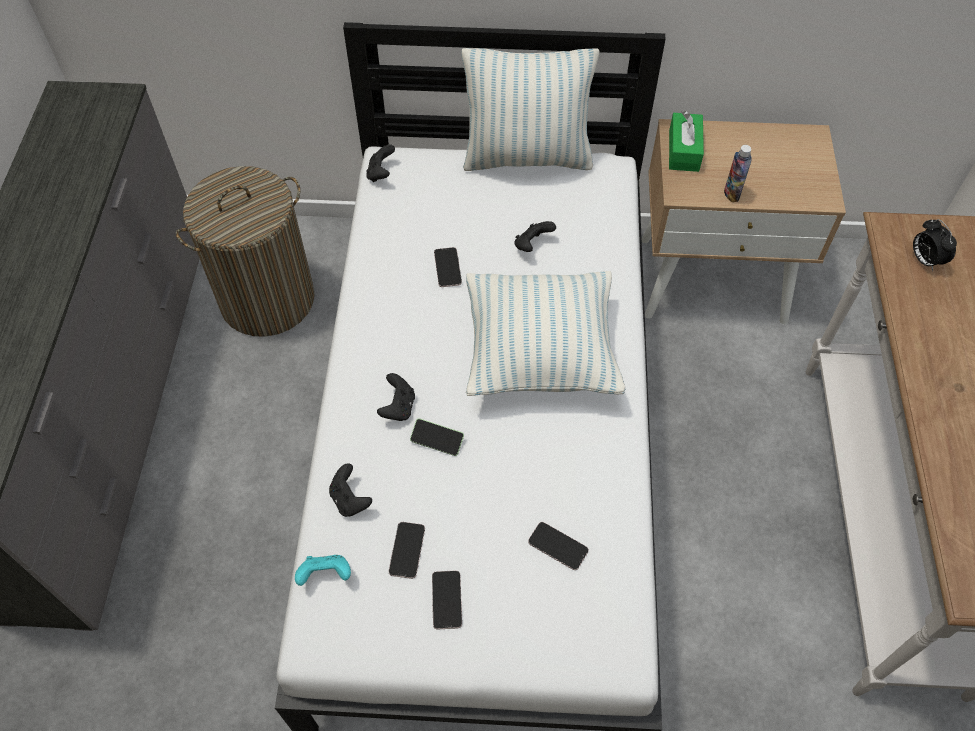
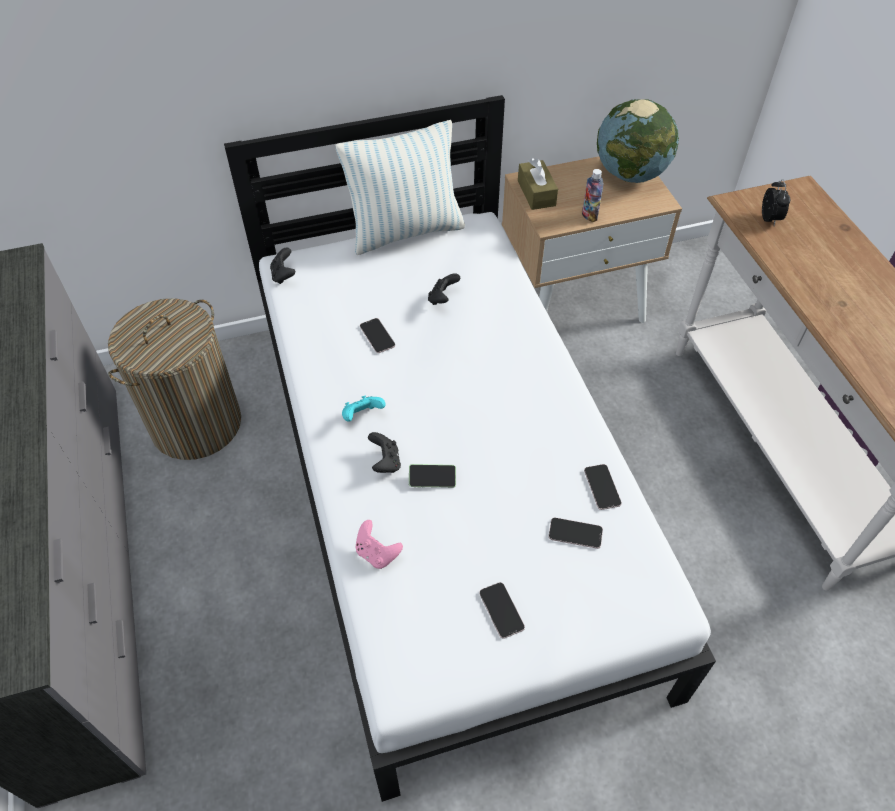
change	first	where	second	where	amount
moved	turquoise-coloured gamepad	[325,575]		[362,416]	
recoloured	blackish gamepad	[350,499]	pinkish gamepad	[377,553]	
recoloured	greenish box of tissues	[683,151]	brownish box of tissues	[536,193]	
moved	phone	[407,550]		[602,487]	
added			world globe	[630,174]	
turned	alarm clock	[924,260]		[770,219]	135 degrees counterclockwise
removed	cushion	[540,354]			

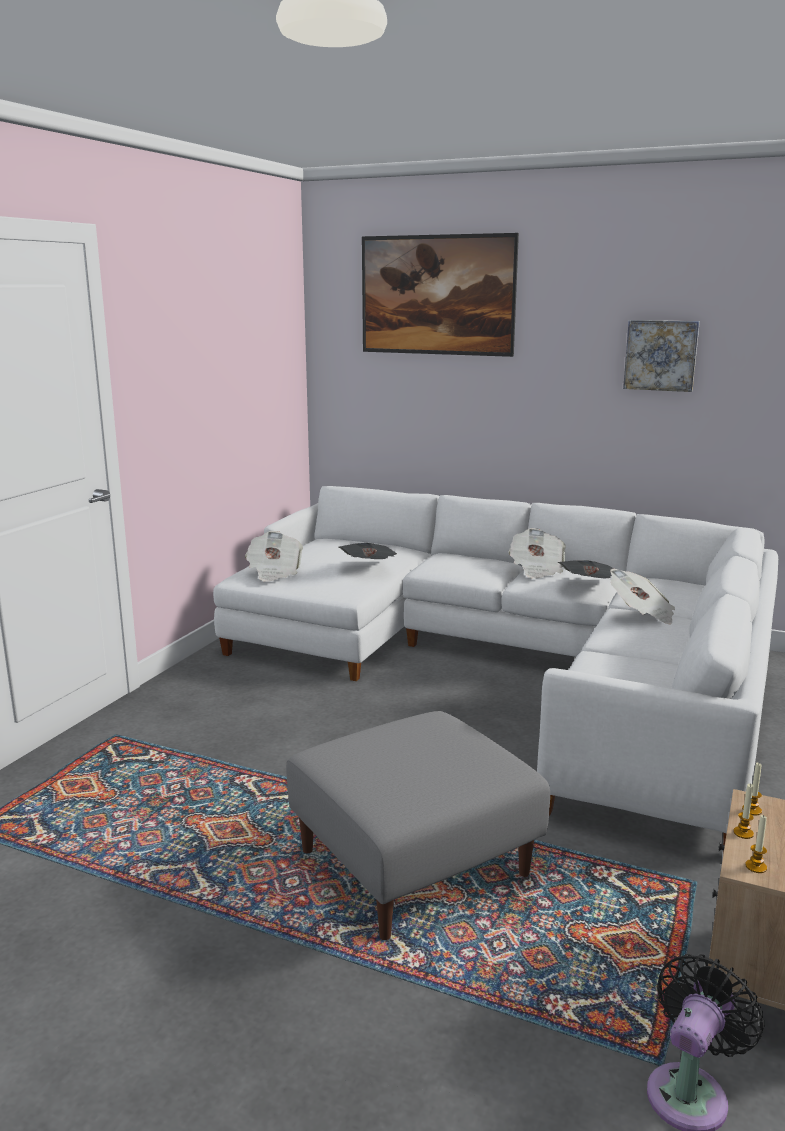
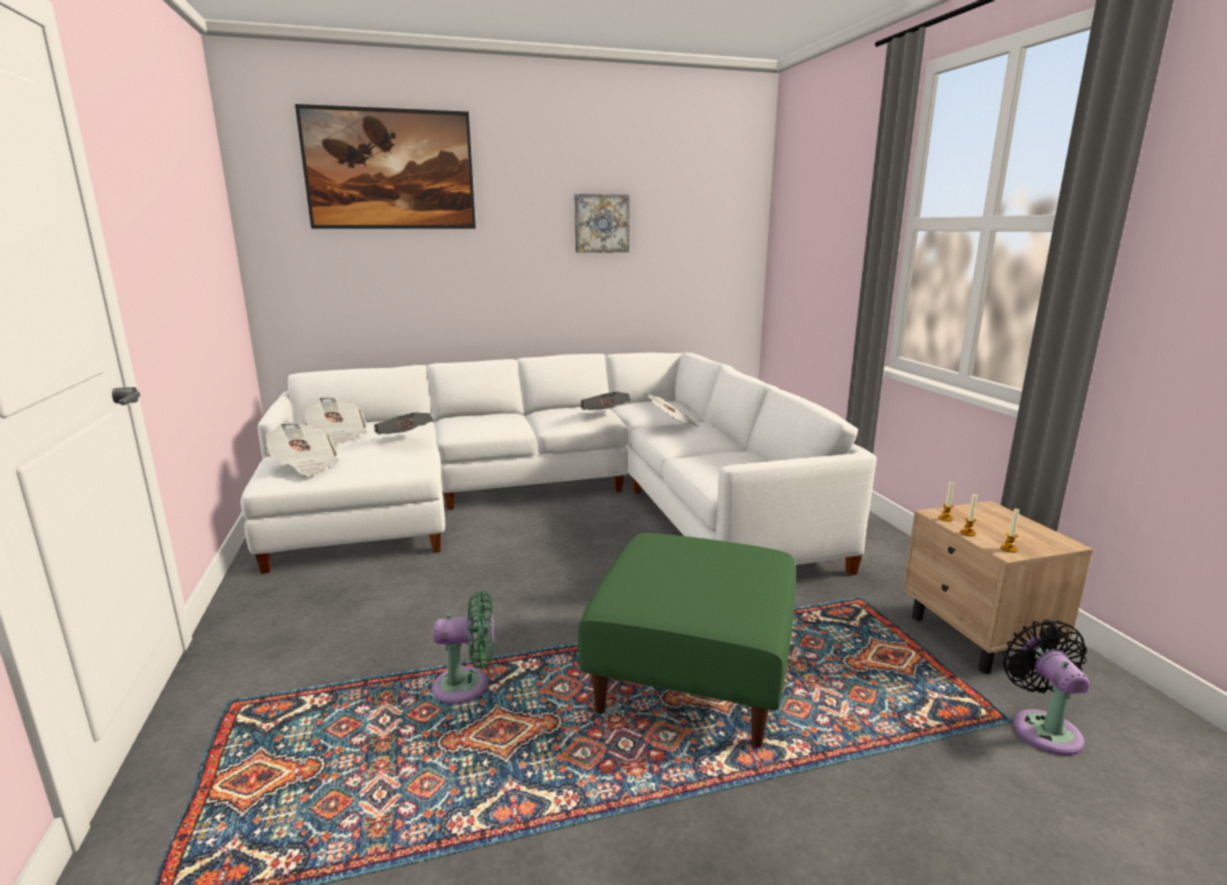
change	first	where	second	where	amount
moved	printed paper	[536,569]		[338,435]	
added			greenish cooling fan	[467,686]	
recoloured	gray pouffe	[414,864]	greenish pouffe	[693,675]	

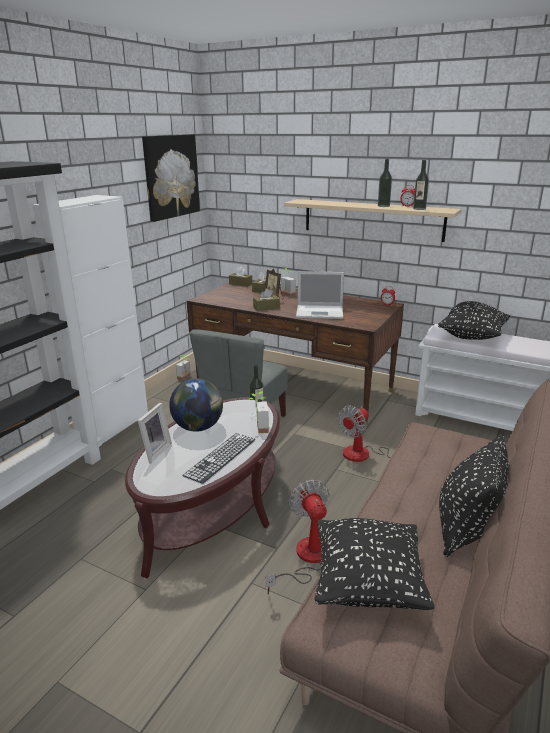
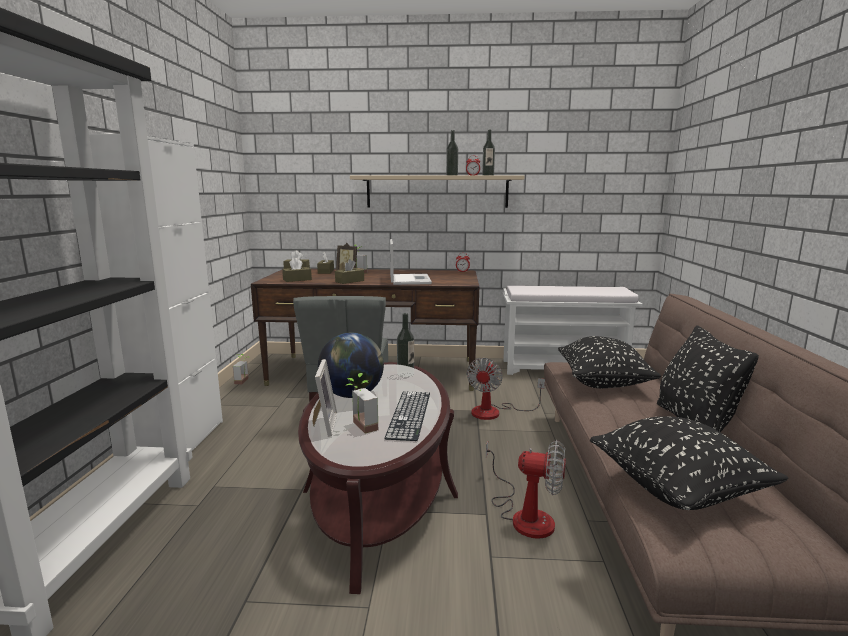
change	first	where	second	where	amount
added			brownish box of tissues	[297,280]	
moved	plant in a pot	[258,428]		[359,427]	
turned	laptop	[320,312]		[409,280]	75 degrees counterclockwise
turned	cooling fan	[306,558]		[524,515]	150 degrees clockwise
moved	blackish cushion	[472,336]		[603,383]	
removed	wall art	[171,176]			

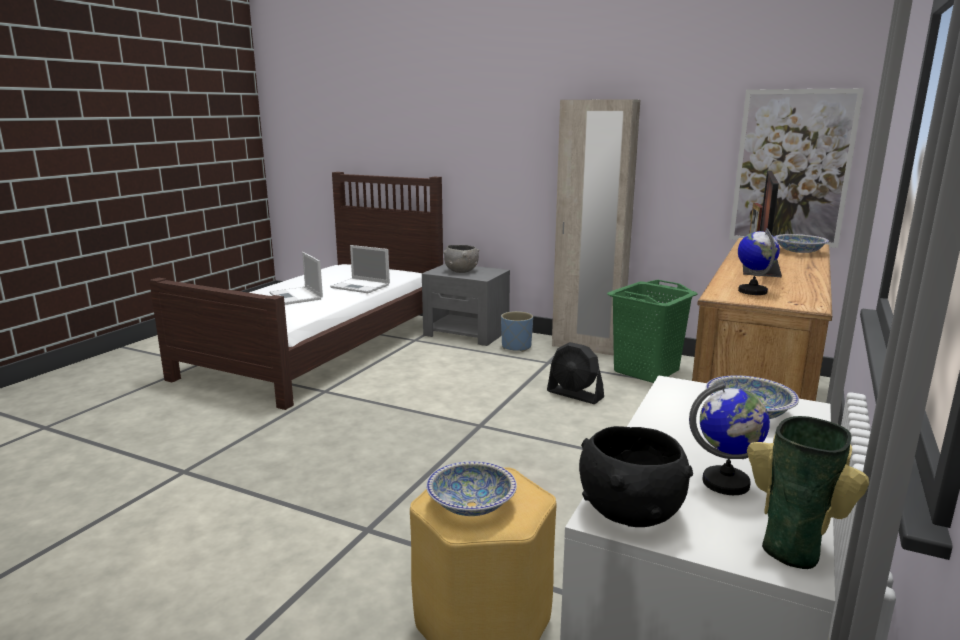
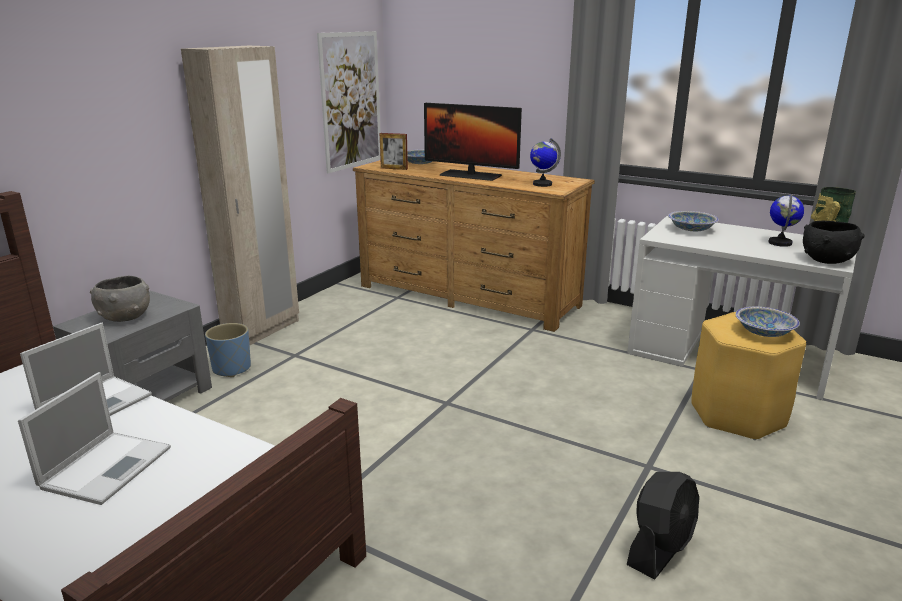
change	first	where	second	where	amount
turned	laptop	[296,296]		[108,466]	45 degrees counterclockwise
moved	blackish cooling fan	[575,395]		[660,548]	
removed	greenish hamper	[646,371]			

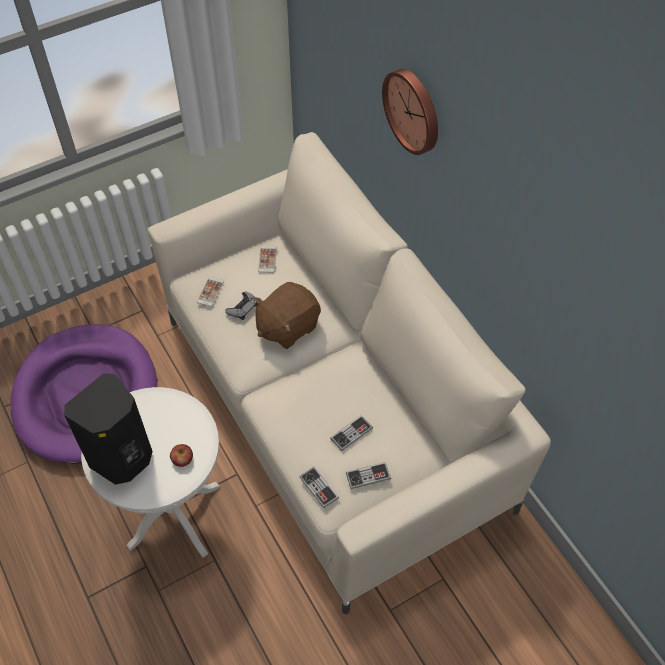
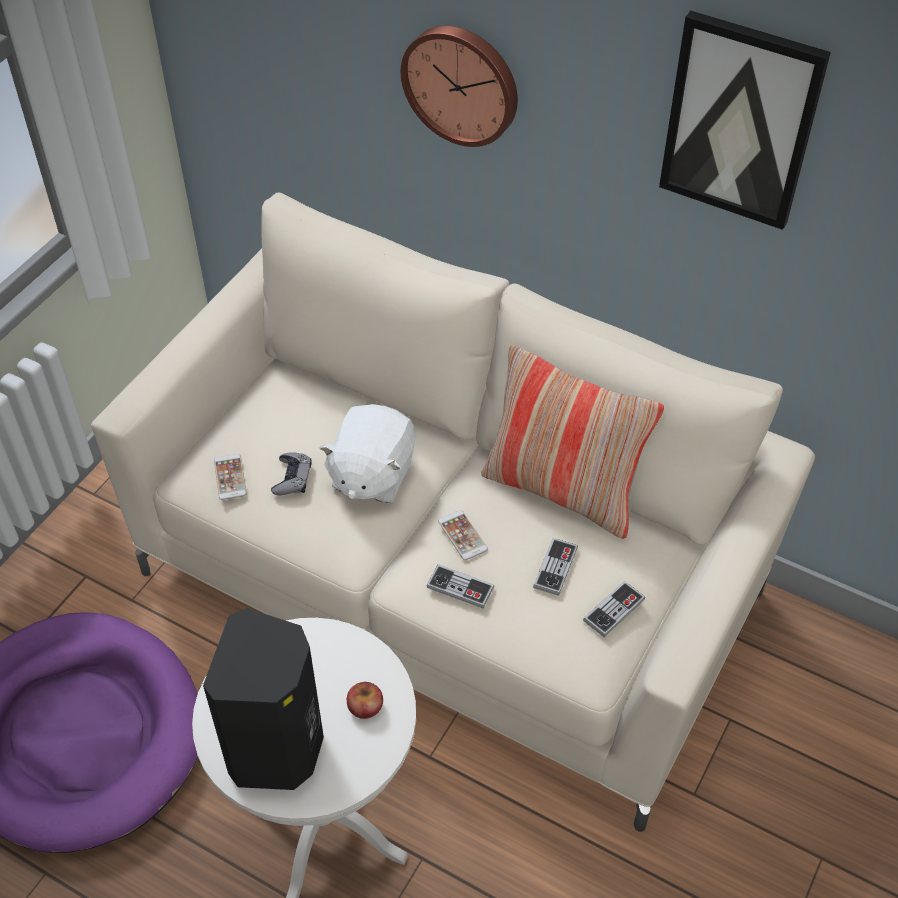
change	first	where	second	where	amount
recoloured	brownish soft toy	[287,326]	white soft toy	[371,474]	
moved	gamepad	[319,488]		[460,587]	
moved	phone	[267,259]		[462,535]	
added			cushion	[562,490]	
added			wall art	[741,121]	

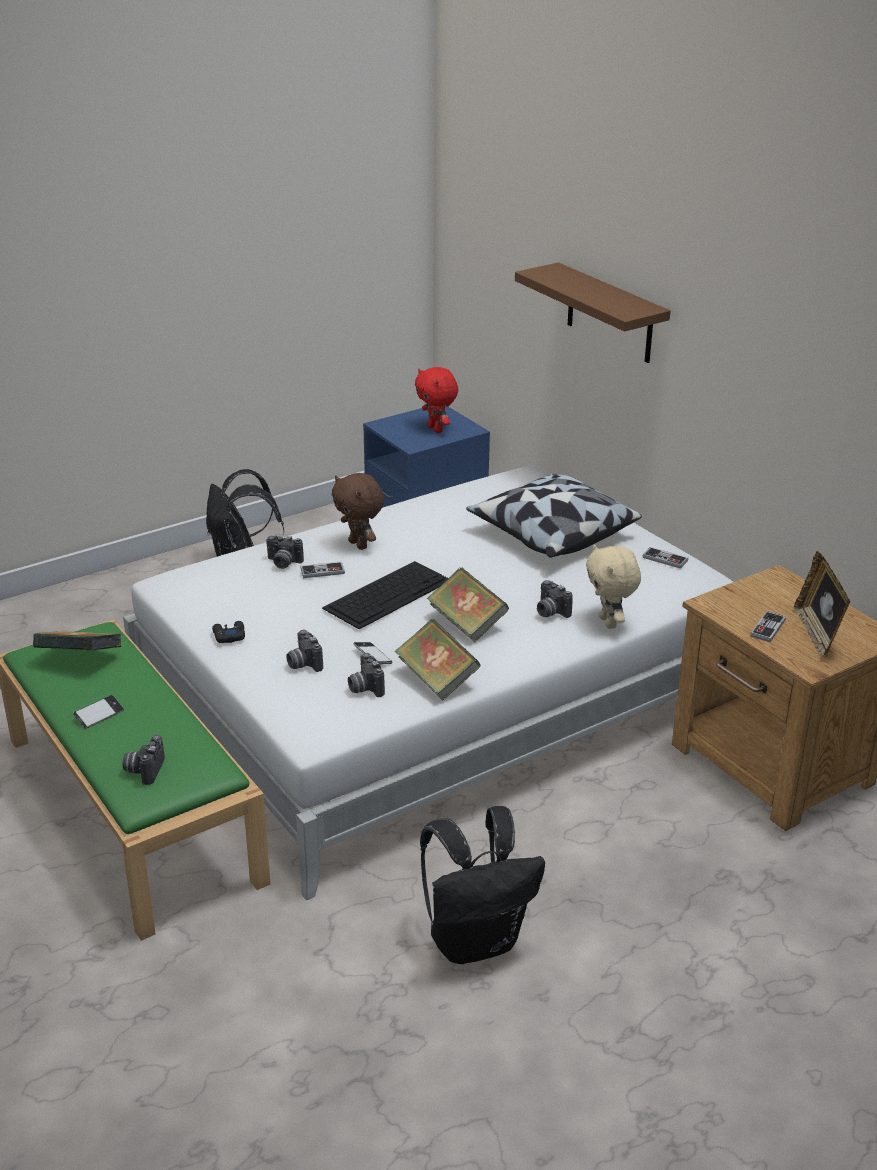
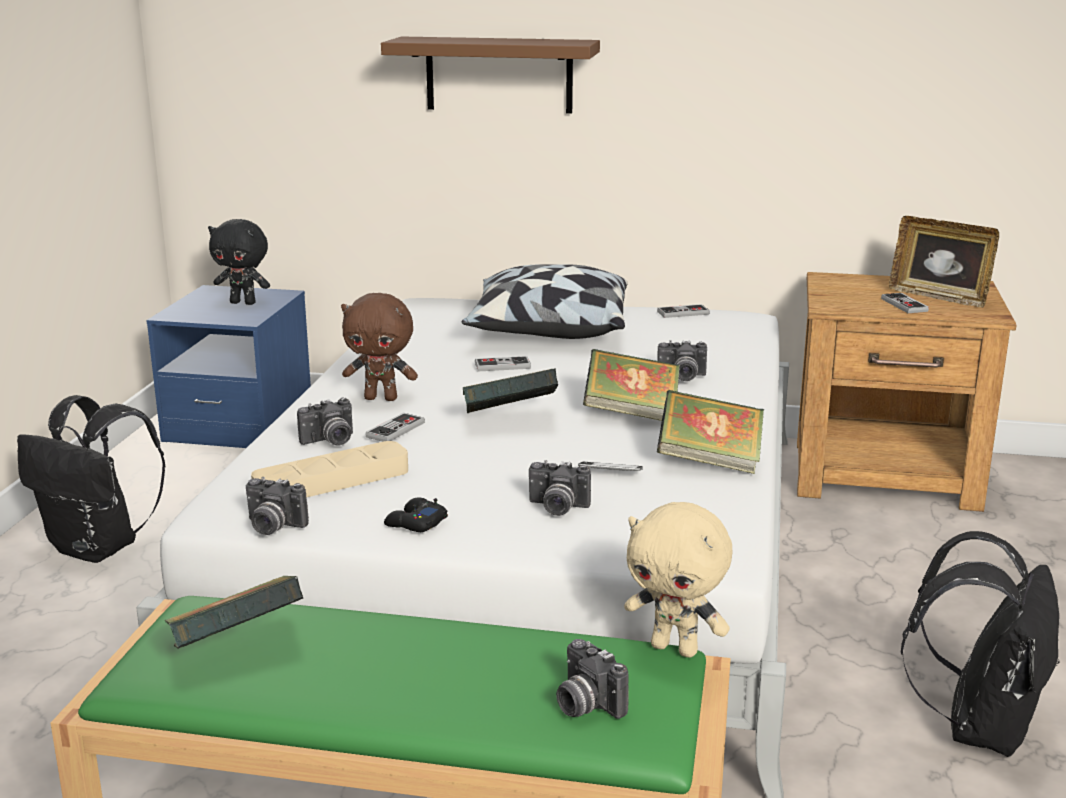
change	first	where	second	where	amount
recoloured	reddish soft toy	[436,429]	blackish soft toy	[244,303]	
moved	still camera	[364,688]		[272,527]	
added			sand-coloured carrying tray	[332,481]	
replaced	computer keyboard	[388,593]	bound book	[509,419]	
added			gamepad	[502,366]	
moved	sand-coloured soft toy	[609,622]		[675,648]	
removed	phone	[99,715]			

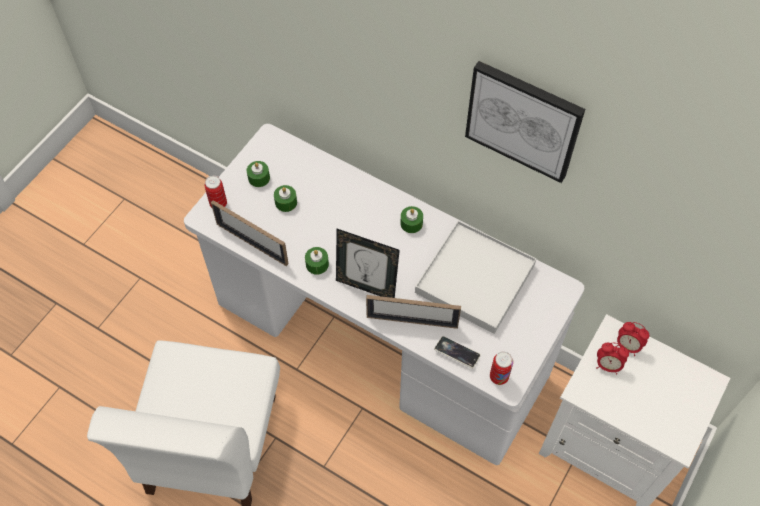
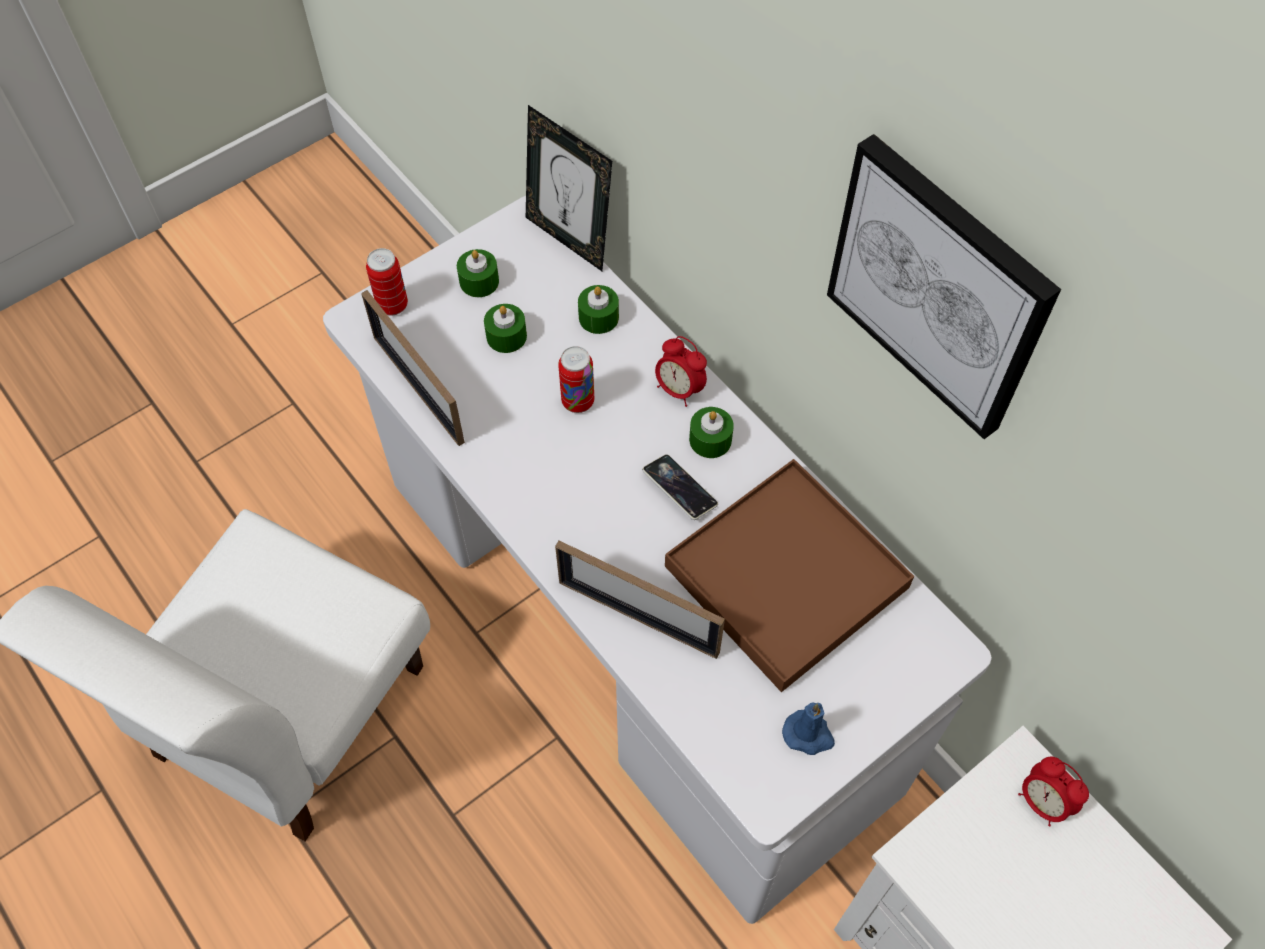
change	first	where	second	where	amount
moved	photo frame	[366,286]		[569,239]	
moved	can	[499,377]		[578,401]	
moved	greenish candle	[317,264]		[598,317]	
moved	phone	[457,353]		[679,489]	
moved	alarm clock	[608,365]		[679,389]	
recoloured	white carrying tray	[474,279]	brownish carrying tray	[785,577]	
added			blue-coloured candle	[809,734]	

